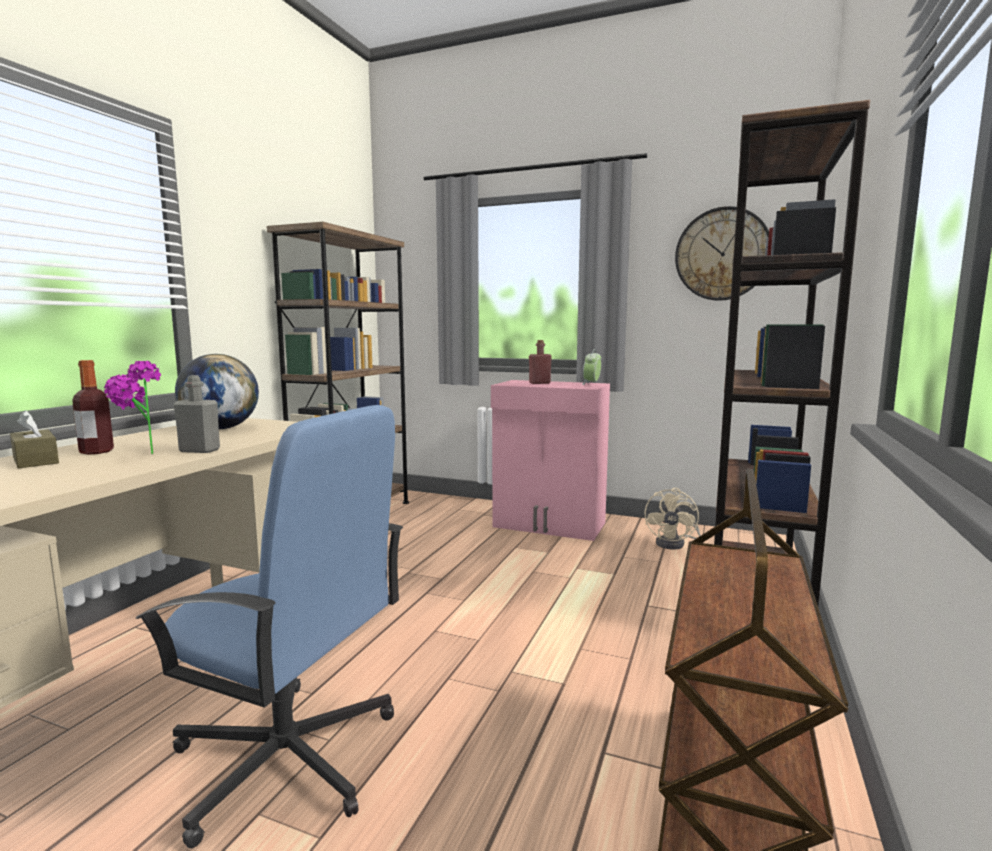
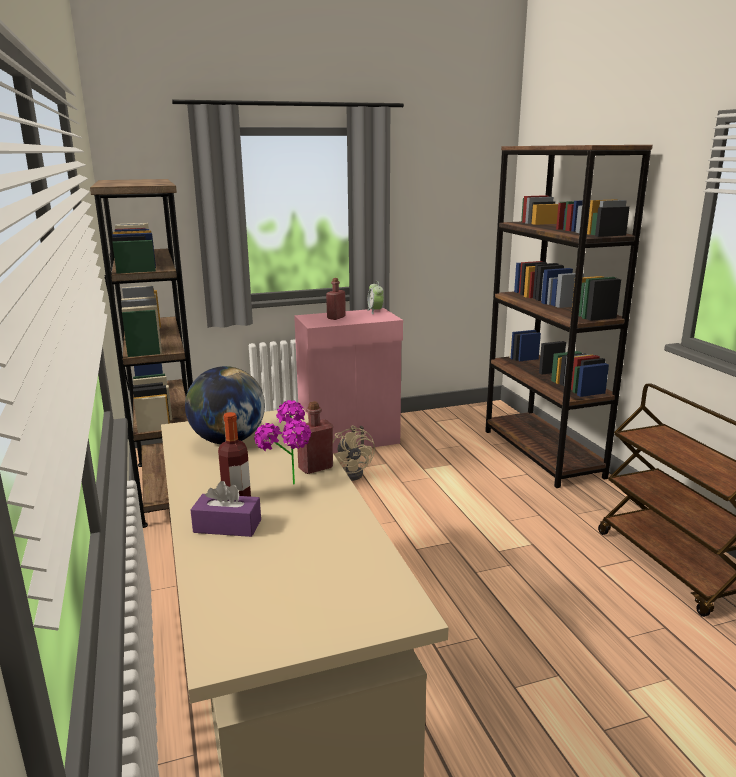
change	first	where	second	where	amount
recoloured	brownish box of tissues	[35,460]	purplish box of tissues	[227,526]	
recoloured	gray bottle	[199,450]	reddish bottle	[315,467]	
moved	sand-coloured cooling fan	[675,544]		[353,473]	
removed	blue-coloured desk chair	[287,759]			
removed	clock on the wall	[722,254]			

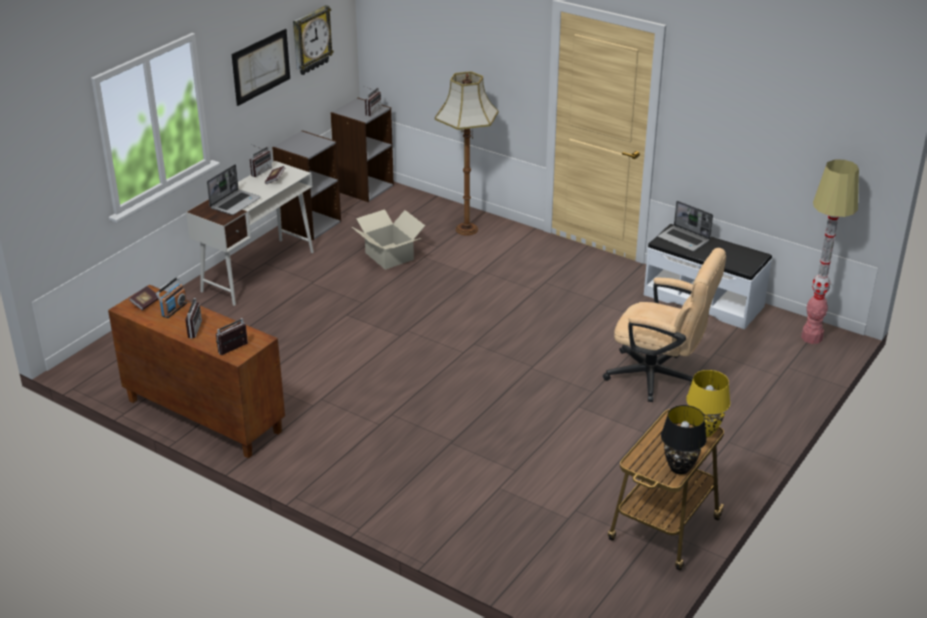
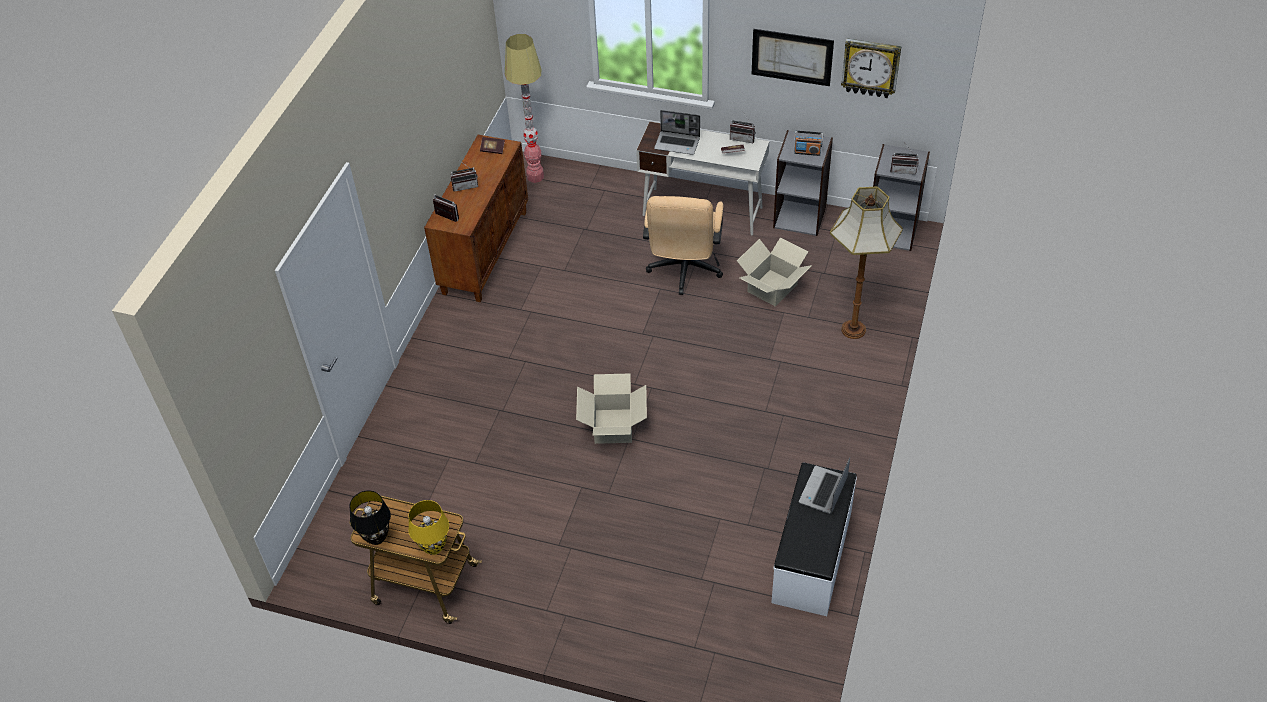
change	first	where	second	where	amount
moved	standing lamp	[811,338]		[535,176]	
added			packing box	[612,426]	
moved	sand-coloured desk chair	[659,378]		[684,271]	
moved	radio receiver	[174,309]		[807,152]	

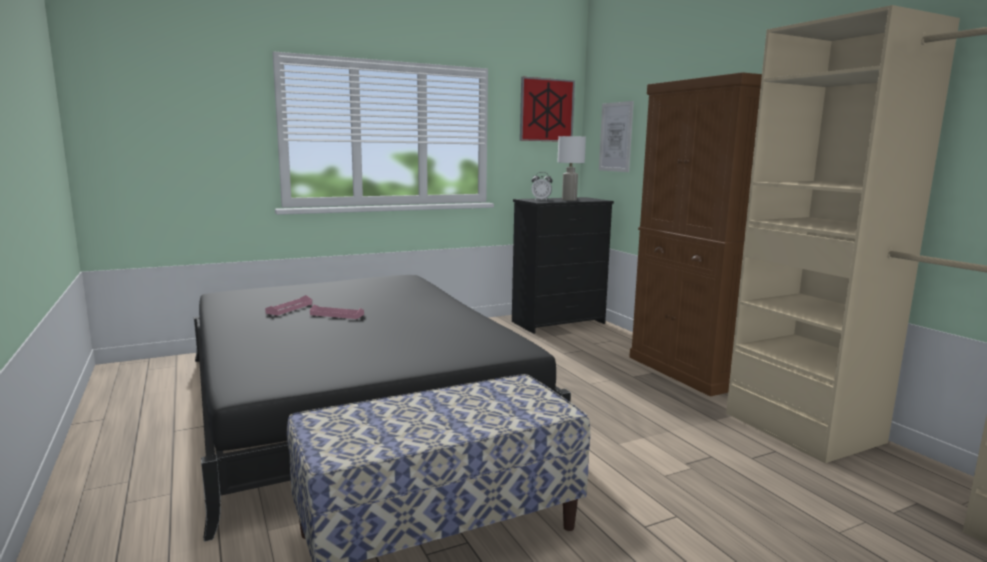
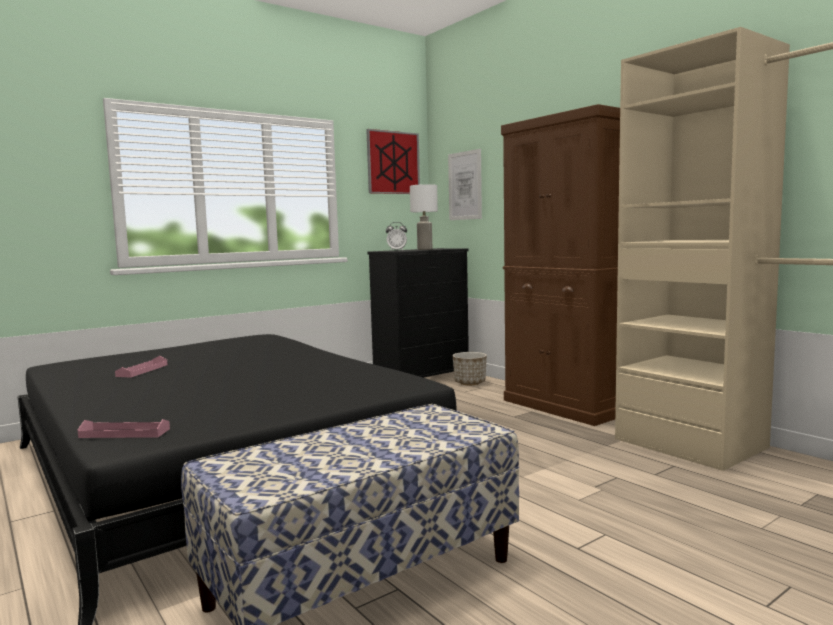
change	first	where	second	where	amount
moved	pinkish carrying tray	[337,315]		[124,433]	
added			planter	[470,383]	

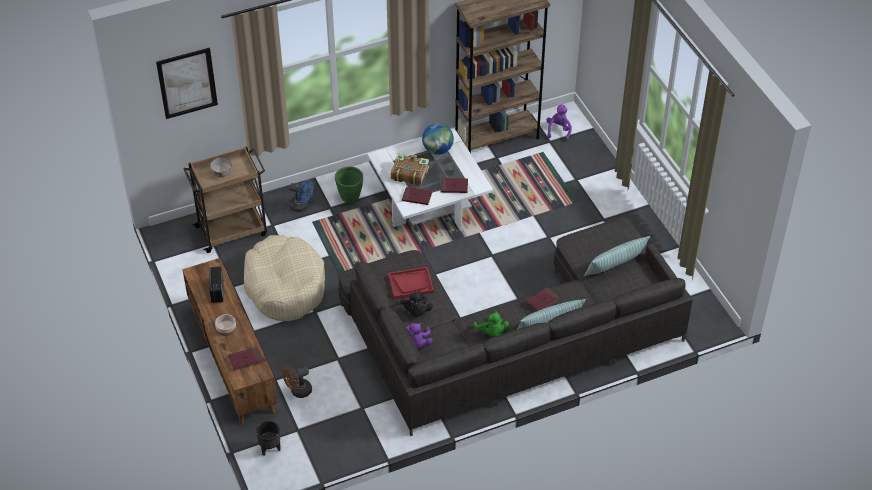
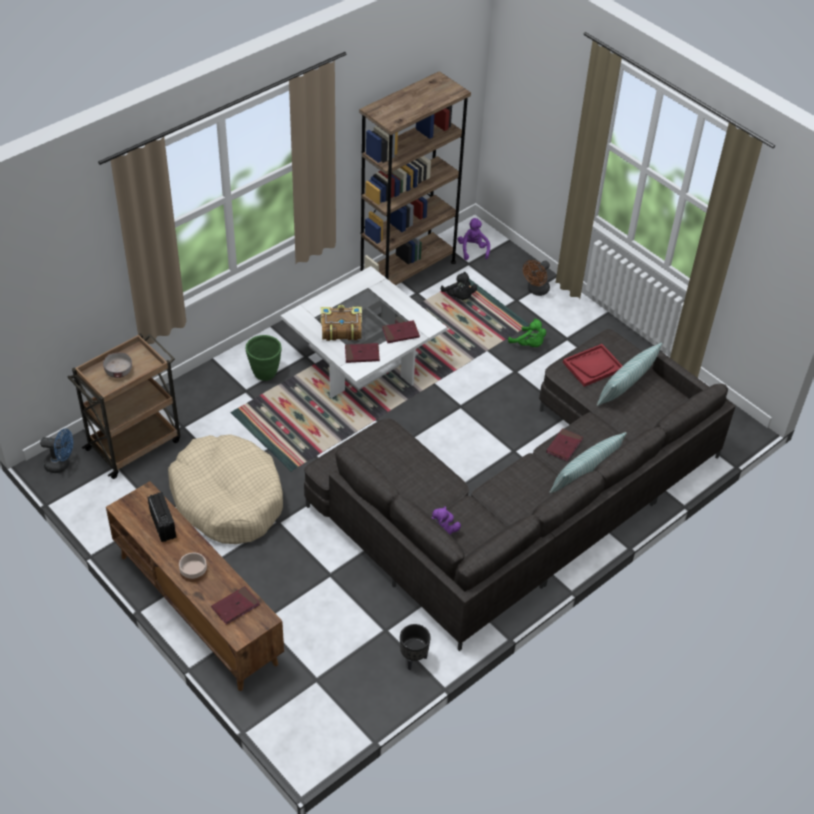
change	first	where	second	where	amount
moved	blue-coloured cooling fan	[302,206]		[61,464]	
moved	blackish planter	[269,449]		[413,659]	
moved	blackish soft toy	[416,311]		[459,297]	
moved	greenish soft toy	[492,332]		[529,344]	
moved	brownish cooling fan	[298,391]		[536,290]	
moved	reddish carrying tray	[411,284]		[592,366]	
removed	wall art	[187,83]			
removed	world globe	[438,150]			

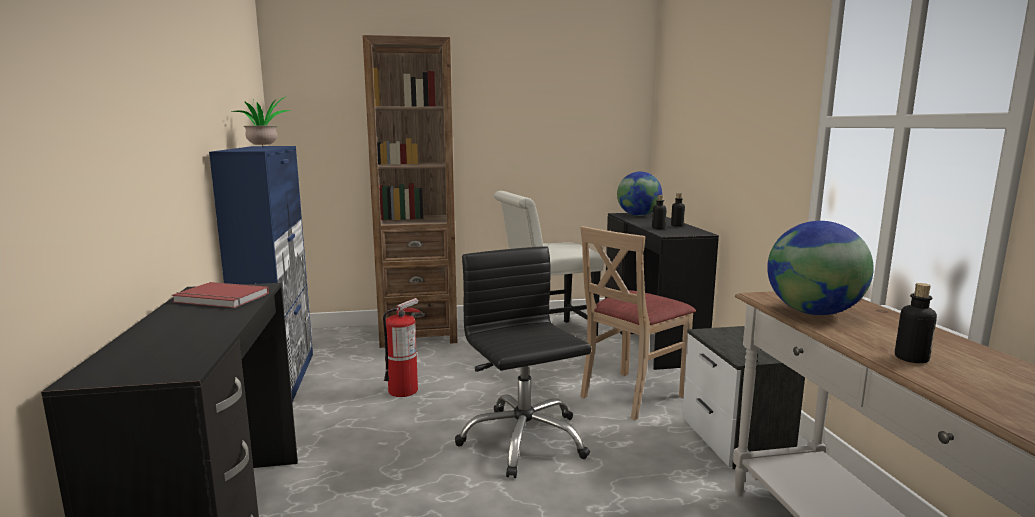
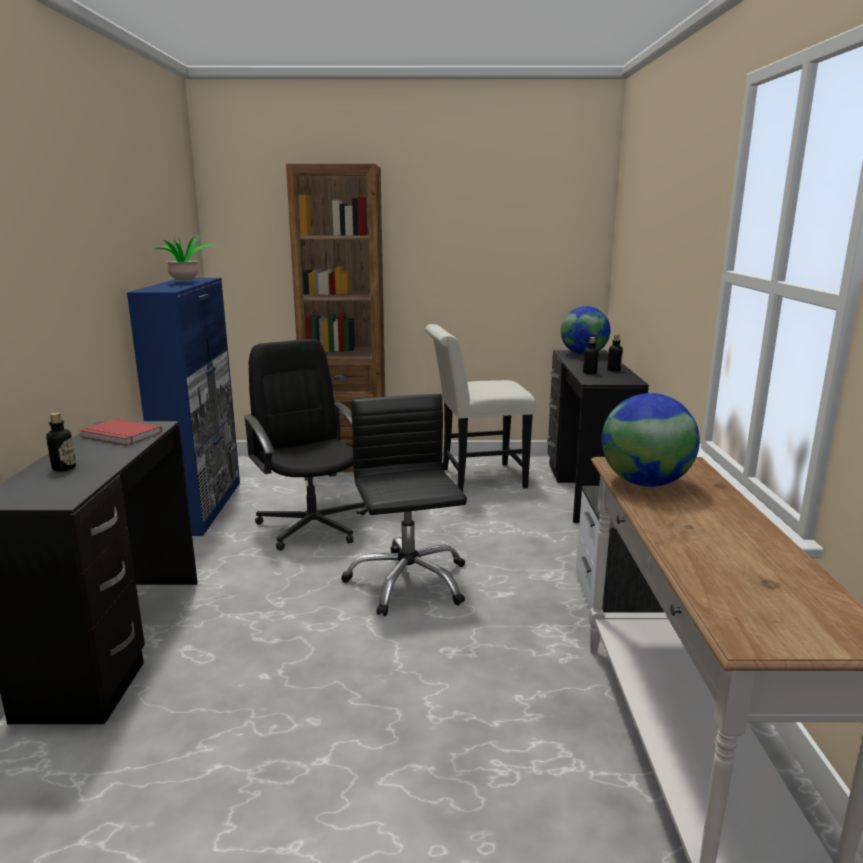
change	first	where	second	where	amount
moved	bottle	[911,358]		[64,468]	
replaced	fire-fighting cylinder	[403,390]	blackish desk chair	[312,525]	
removed	sand-coloured plain chair	[631,395]			

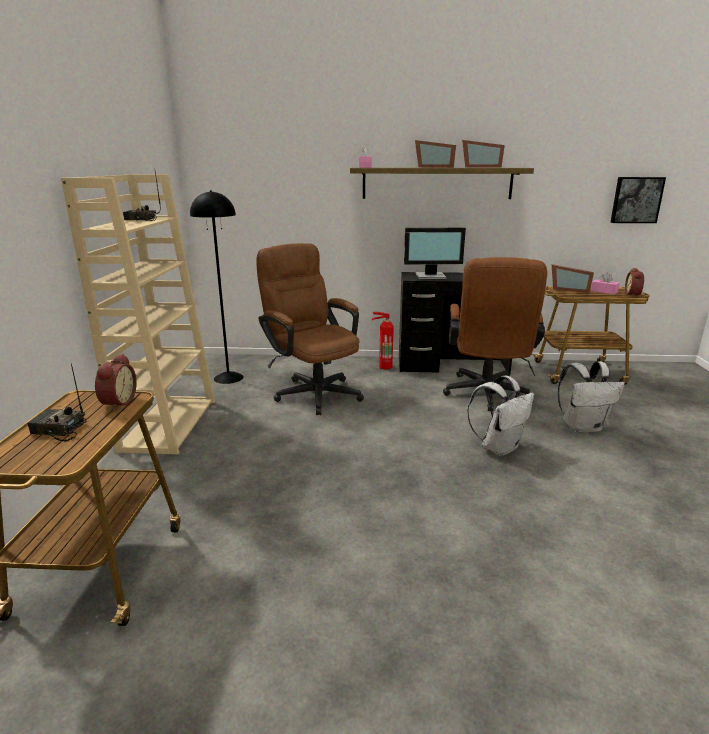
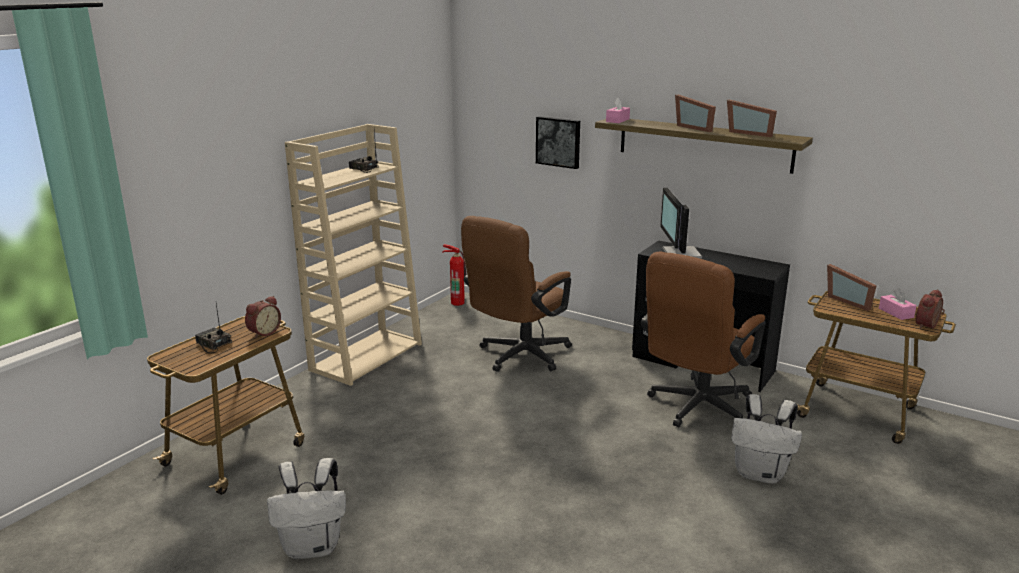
change	first	where	second	where	amount
moved	white knapsack	[499,447]		[313,547]	
moved	fire-fighting cylinder	[384,366]		[457,302]	
turned	brownish desk chair	[313,391]		[518,357]	135 degrees counterclockwise
moved	wall art	[636,200]		[558,142]	
turned	computer screen	[431,276]		[680,253]	60 degrees clockwise
removed	blackish standing lamp	[228,377]			

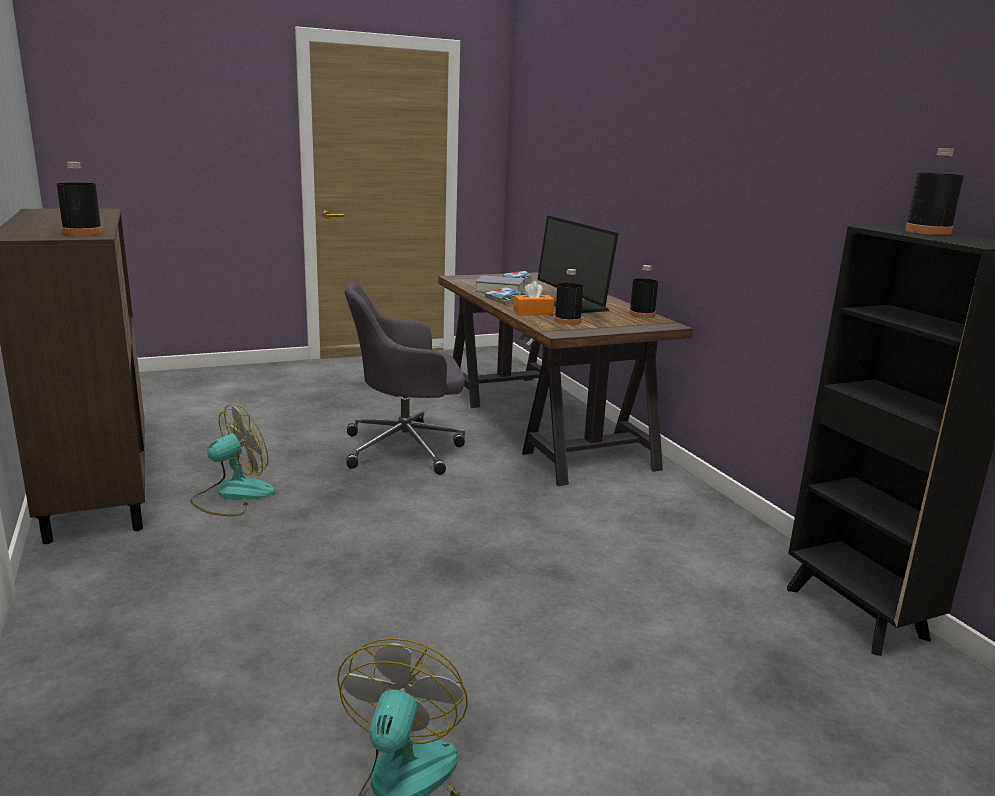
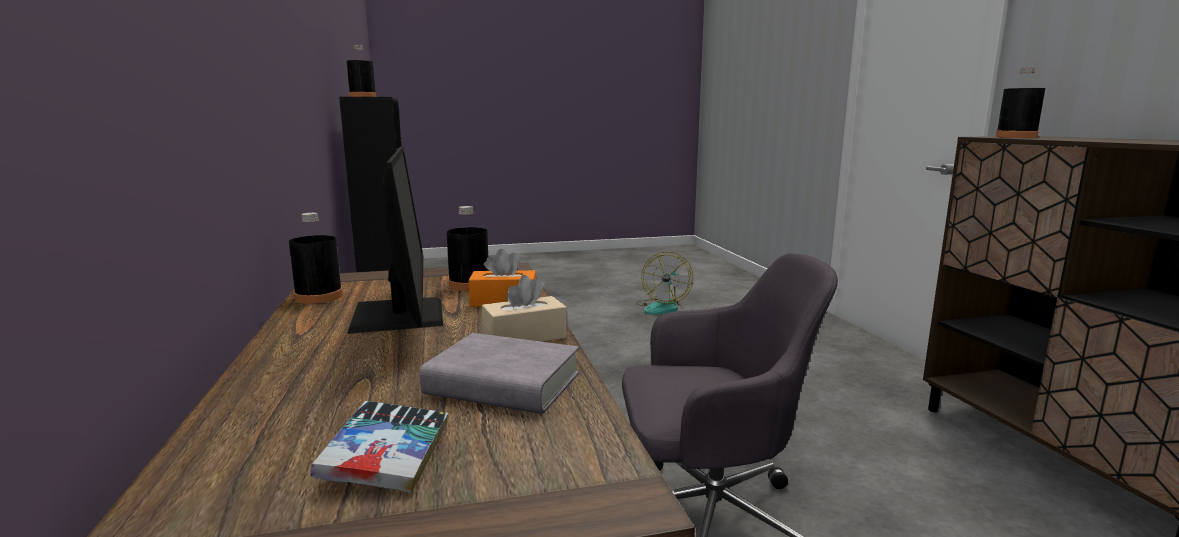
change	first	where	second	where	amount
replaced	bound book	[505,300]	sand-coloured box of tissues	[524,337]	
removed	cooling fan	[232,495]			

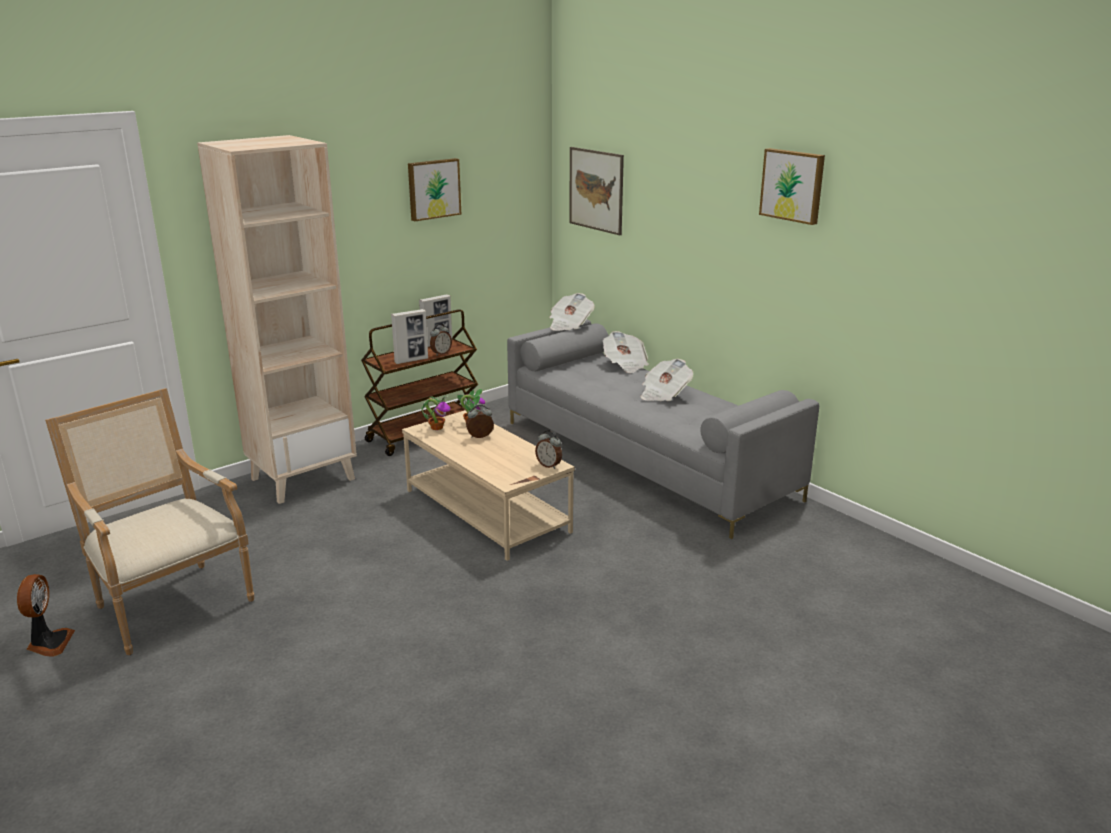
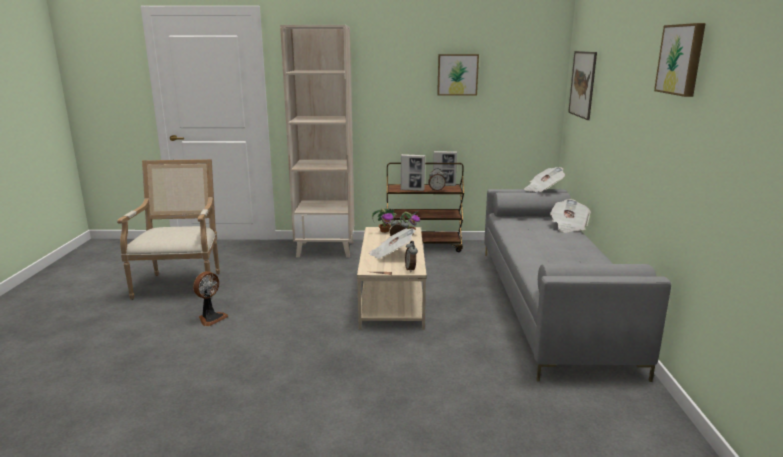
change	first	where	second	where	amount
moved	cooling fan	[49,643]		[211,318]	
moved	printed paper	[664,394]		[391,255]	

